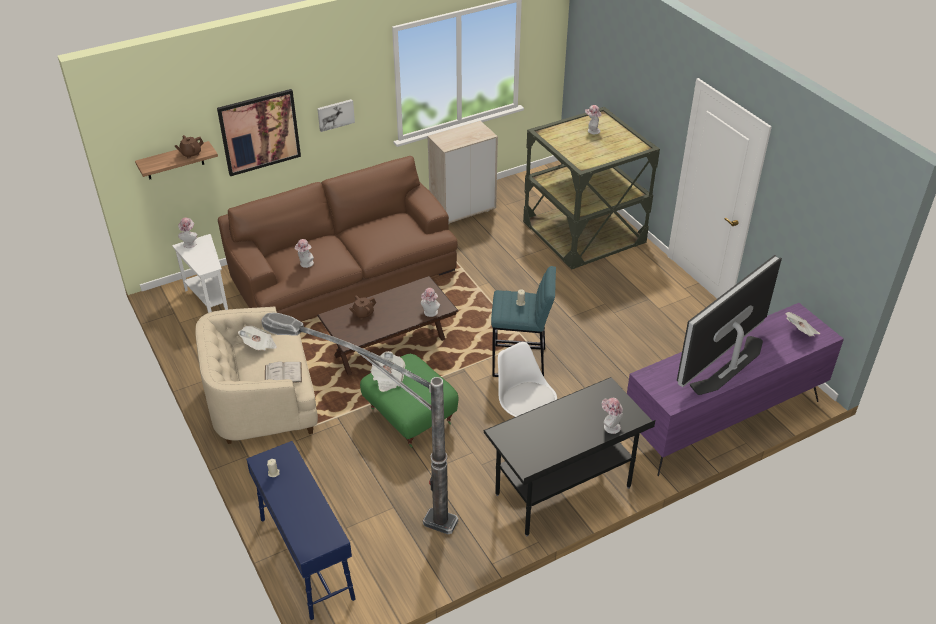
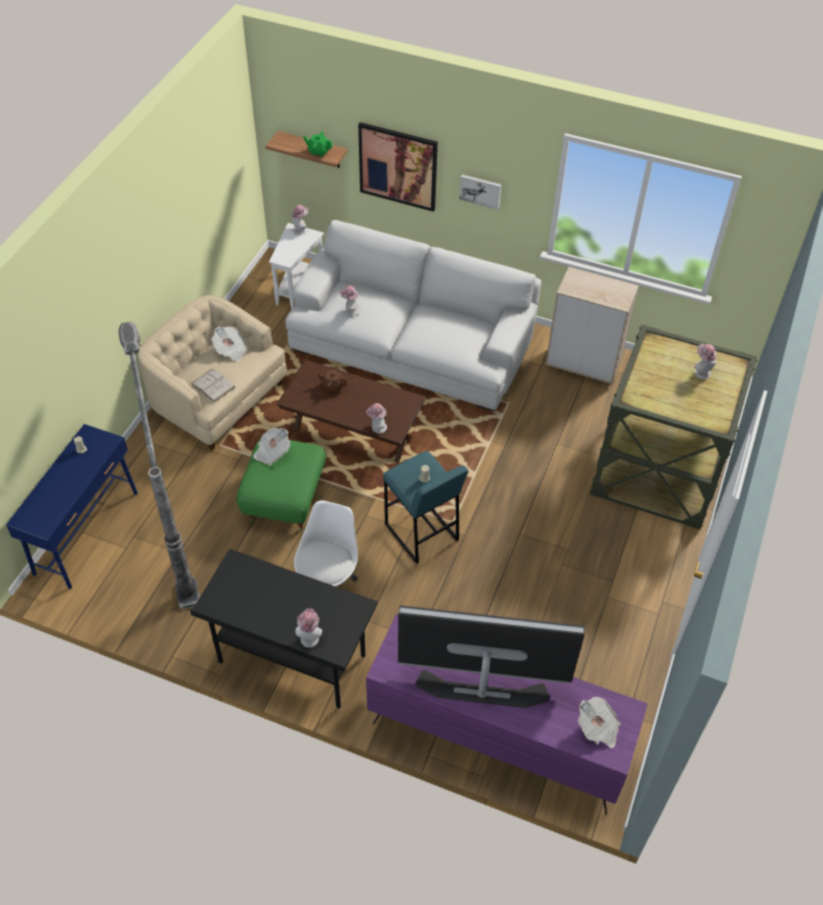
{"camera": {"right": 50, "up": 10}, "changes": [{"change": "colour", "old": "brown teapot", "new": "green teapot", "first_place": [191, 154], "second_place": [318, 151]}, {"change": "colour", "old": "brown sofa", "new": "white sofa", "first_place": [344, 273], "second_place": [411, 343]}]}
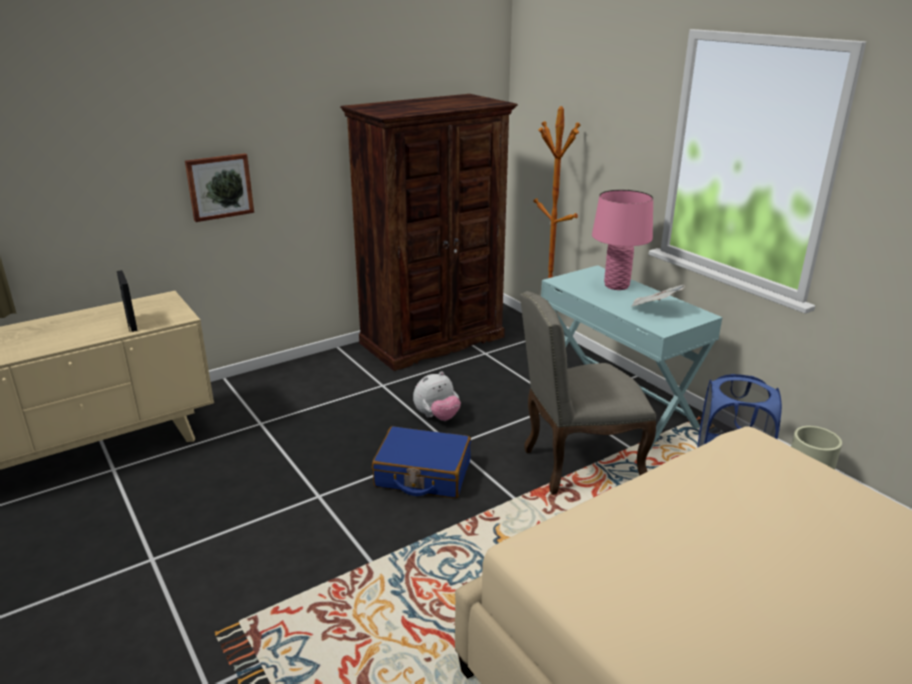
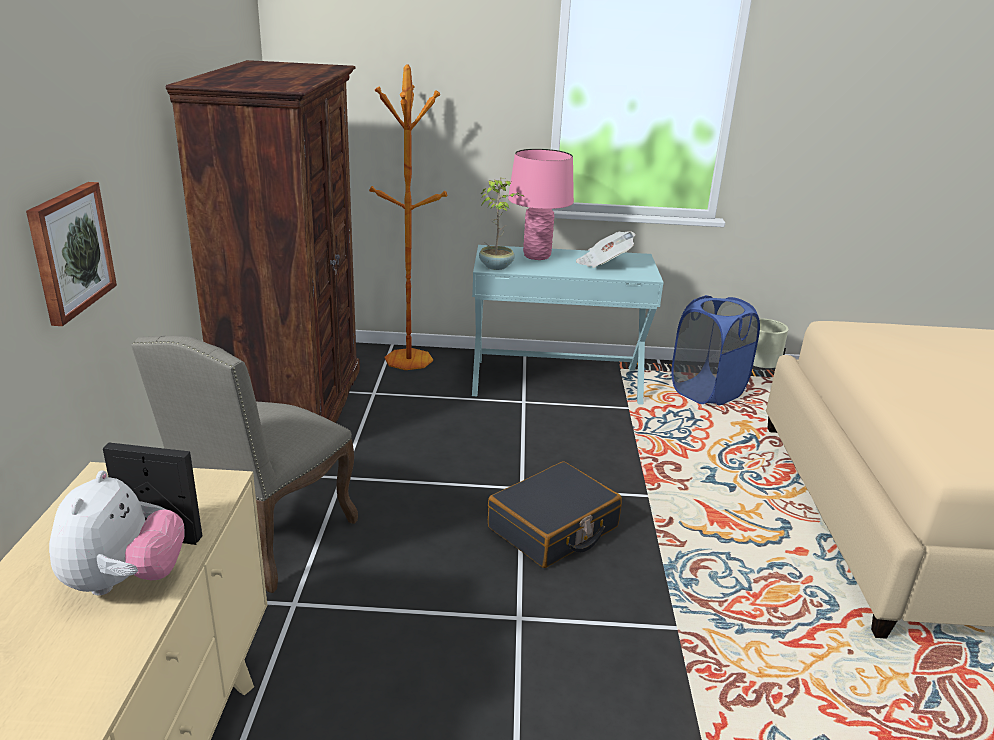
{"camera": {"right": -55, "up": 0}, "changes": [{"change": "colour", "old": "blue suitcase", "new": "black suitcase", "first_place": [422, 474], "second_place": [553, 528]}, {"change": "relocated", "old": "plush toy", "first_place": [437, 417], "second_place": [124, 581]}, {"change": "relocated", "old": "grey chair", "first_place": [578, 465], "second_place": [264, 541]}, {"change": "appeared", "new": "potted plant", "second_place": [496, 266]}]}
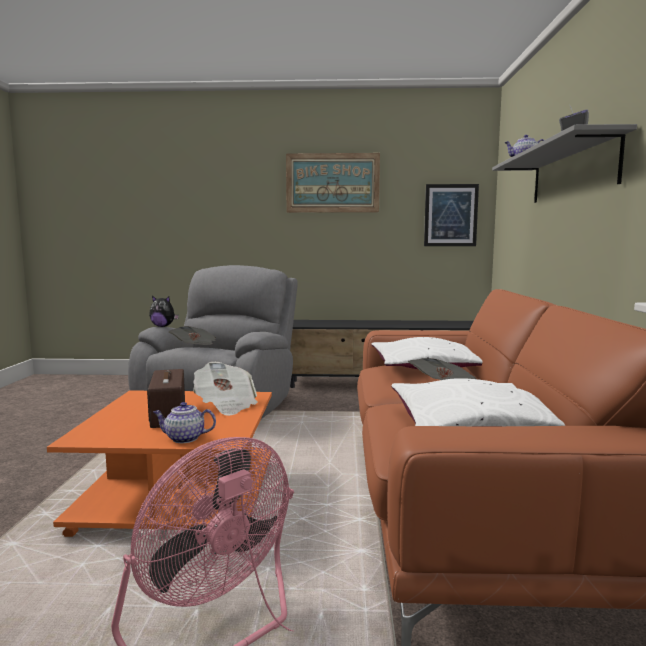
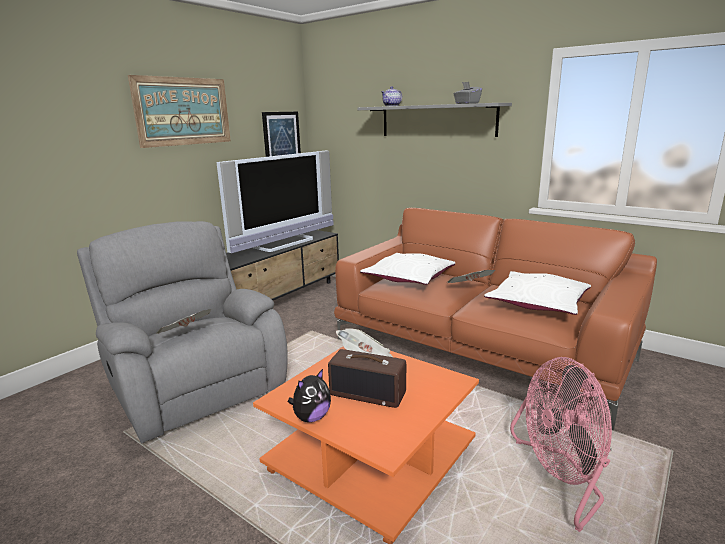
{"camera": {"right": -55, "up": 10}, "changes": [{"change": "relocated", "old": "plush toy", "first_place": [163, 326], "second_place": [311, 417]}, {"change": "missing", "old": "teapot", "first_place": [184, 438]}, {"change": "appeared", "new": "television", "second_place": [285, 243]}]}
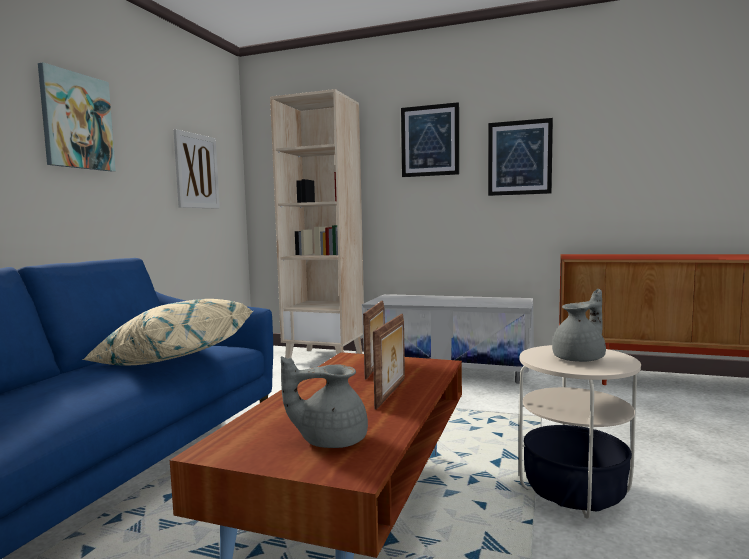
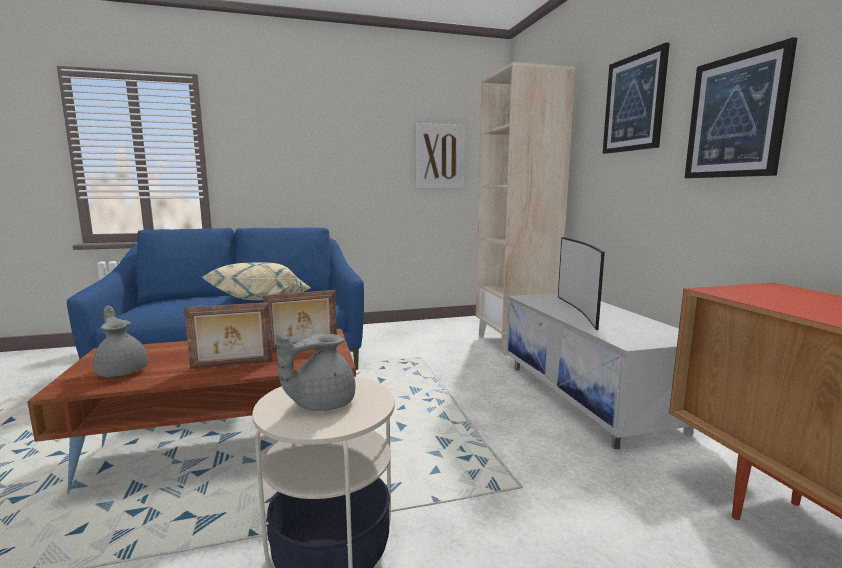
{"camera": {"right": 55, "up": 5}, "changes": [{"change": "missing", "old": "picture", "first_place": [77, 121]}, {"change": "spun", "old": "grey teapot", "first_place": [580, 359], "second_place": [321, 404], "degrees": 120}, {"change": "appeared", "new": "television", "second_place": [580, 311]}]}
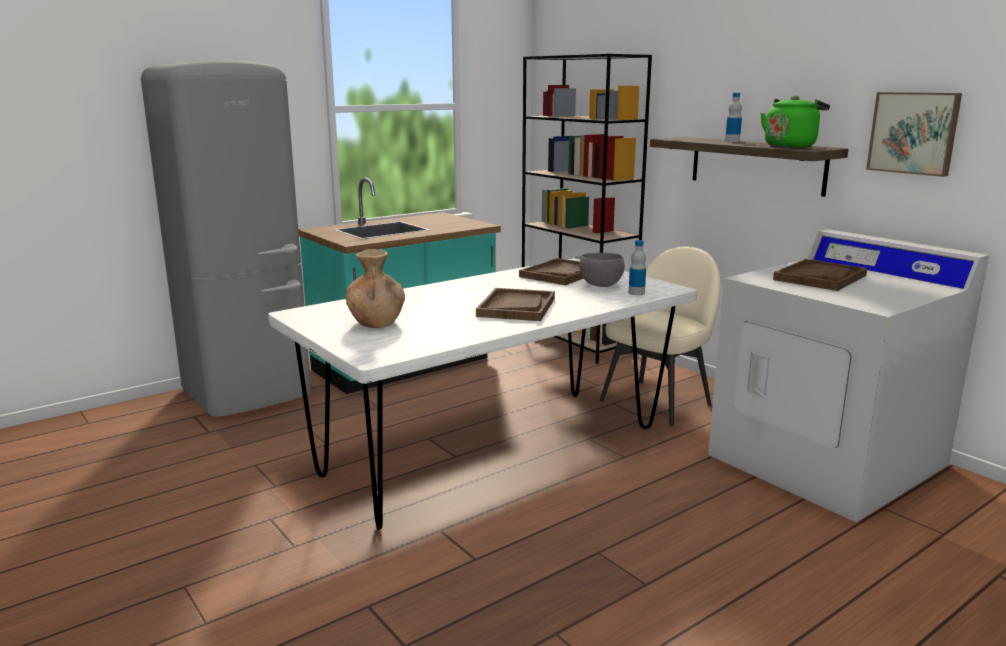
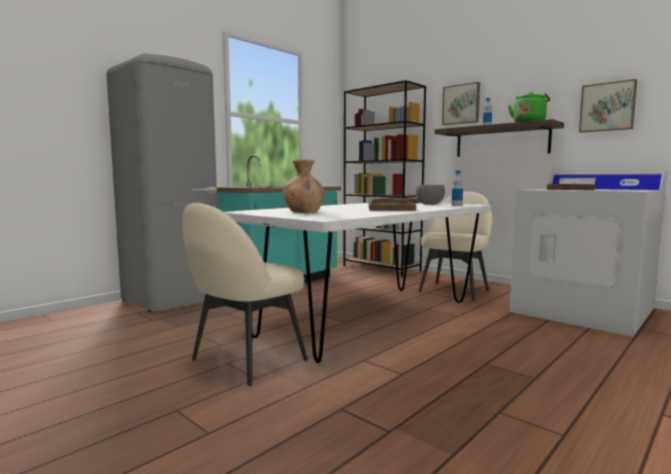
{"camera": {"right": -10, "up": -10}, "changes": [{"change": "appeared", "new": "beige chair", "second_place": [246, 360]}, {"change": "appeared", "new": "picture", "second_place": [461, 104]}]}
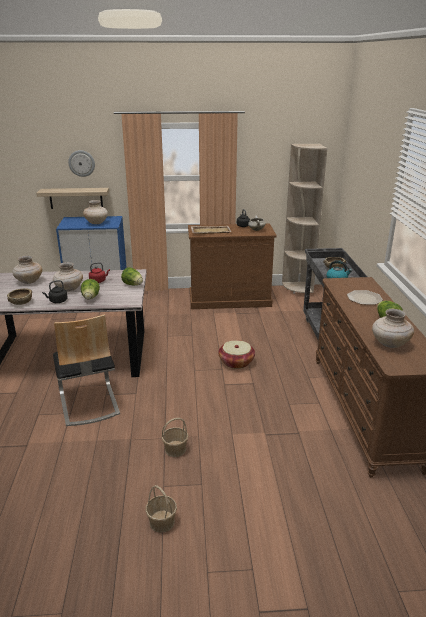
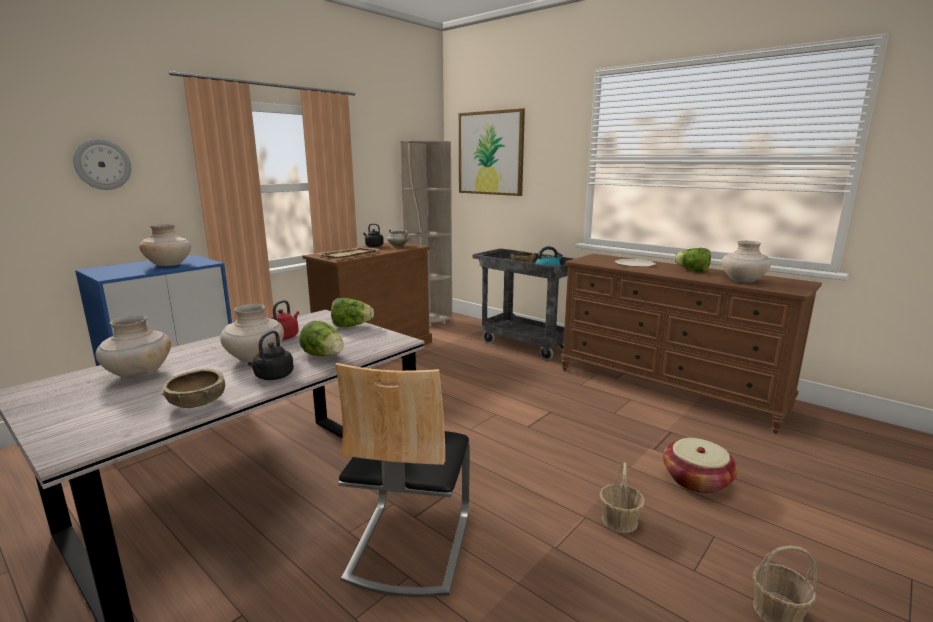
{"camera": {"right": -45, "up": -10}, "changes": [{"change": "missing", "old": "shelf", "first_place": [76, 198]}, {"change": "spun", "old": "chair", "first_place": [88, 403], "second_place": [409, 544], "degrees": 75}, {"change": "relocated", "old": "basket", "first_place": [236, 362], "second_place": [696, 480]}, {"change": "appeared", "new": "picture", "second_place": [490, 153]}]}
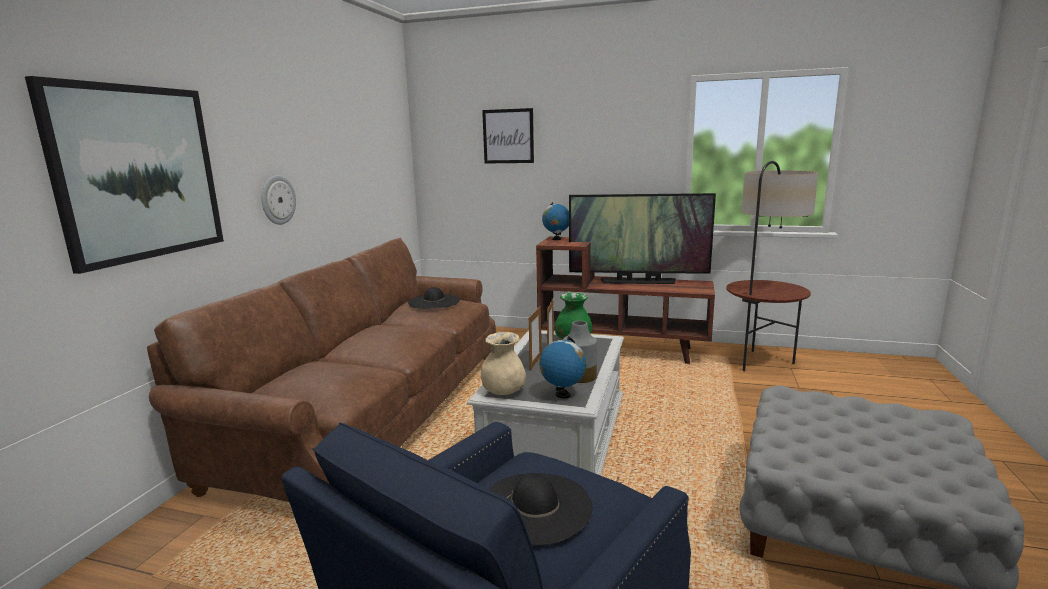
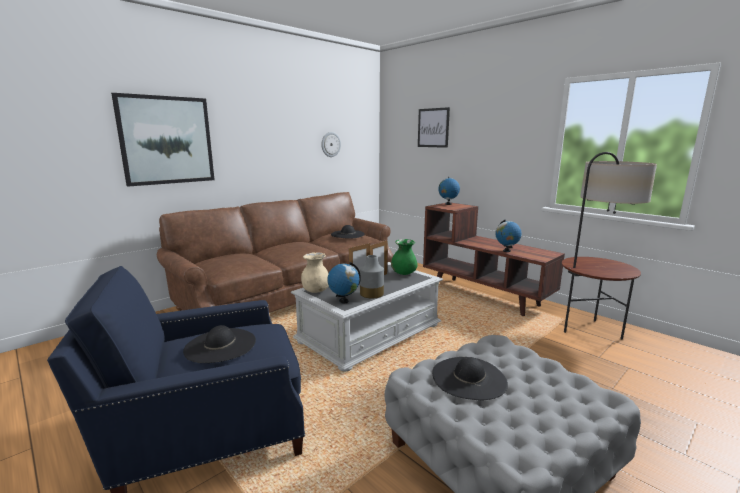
{"camera": {"right": 30, "up": 0}, "changes": [{"change": "relocated", "old": "wall clock", "first_place": [277, 200], "second_place": [330, 144]}, {"change": "missing", "old": "television", "first_place": [638, 281]}, {"change": "appeared", "new": "black hat", "second_place": [468, 377]}, {"change": "appeared", "new": "globe", "second_place": [506, 251]}]}
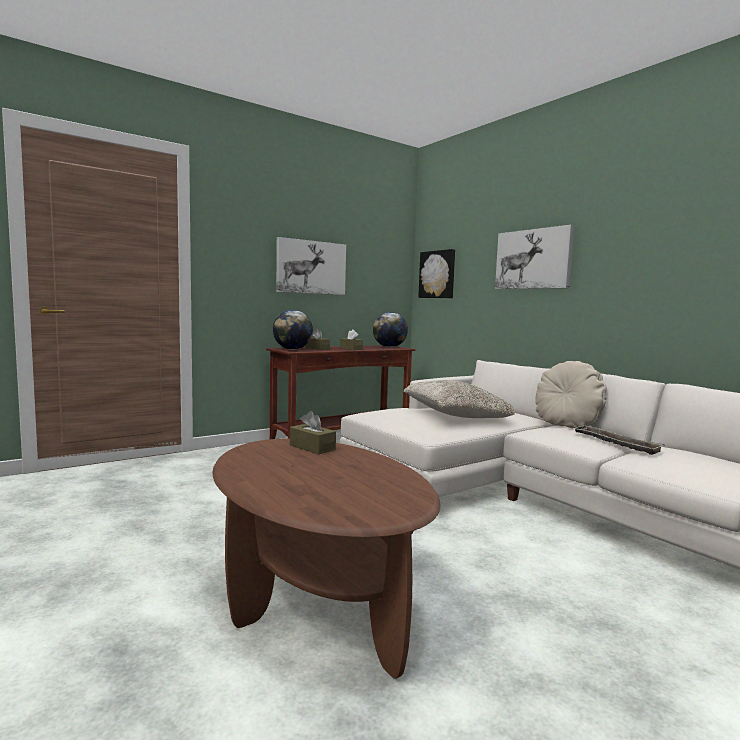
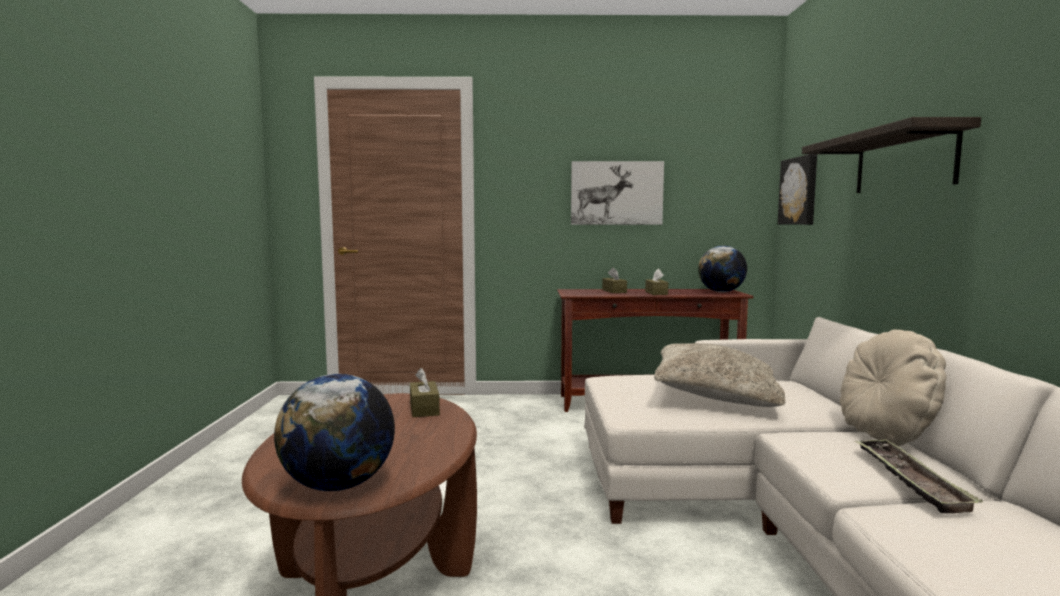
{"camera": {"right": 35, "up": 0}, "changes": [{"change": "relocated", "old": "globe", "first_place": [292, 349], "second_place": [338, 485]}, {"change": "exchanged", "old": "picture", "new": "shelf", "first_place": [533, 259], "second_place": [903, 161]}]}
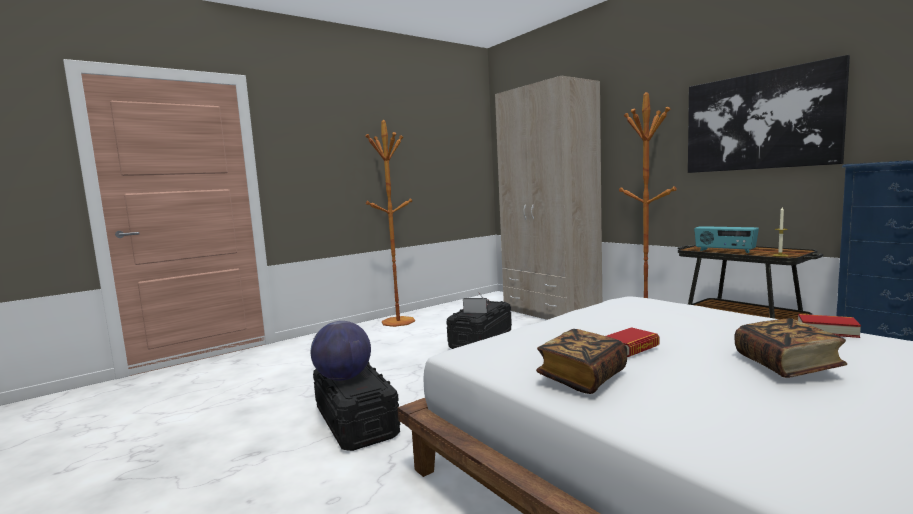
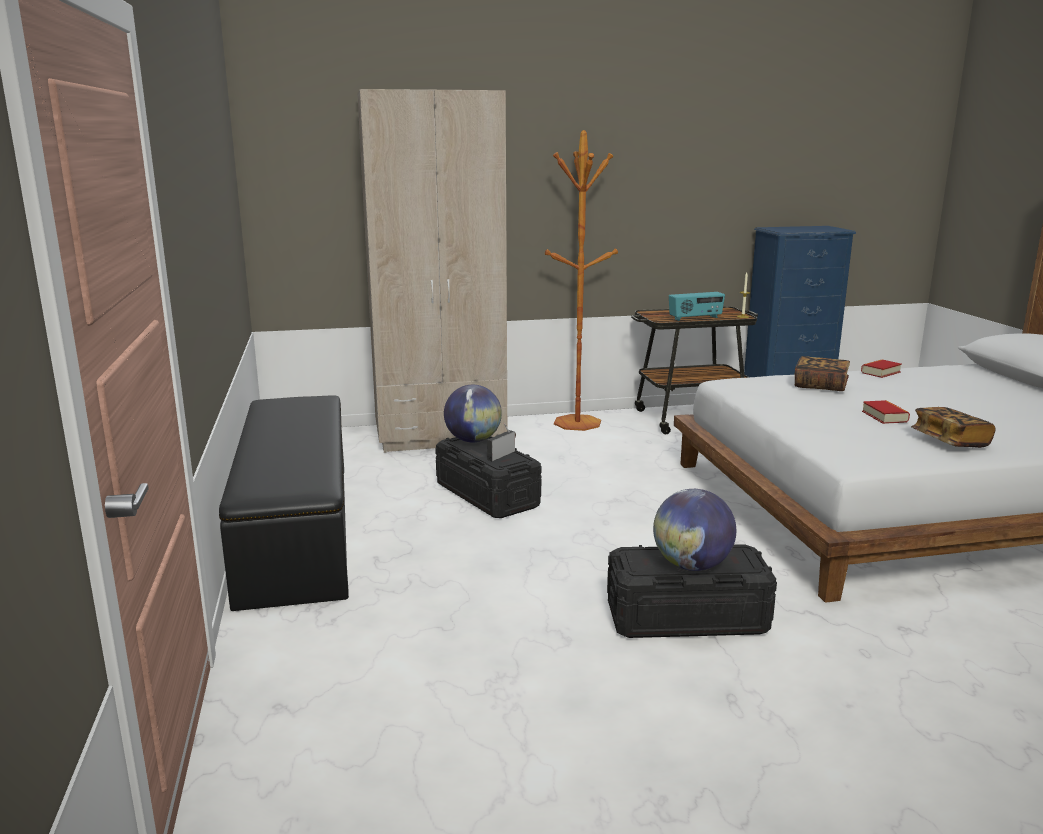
{"camera": {"right": -65, "up": 10}, "changes": [{"change": "exchanged", "old": "orange clothes rack", "new": "black bench", "first_place": [398, 321], "second_place": [296, 527]}, {"change": "missing", "old": "picture", "first_place": [759, 121]}, {"change": "relocated", "old": "book", "first_place": [786, 365], "second_place": [820, 385]}, {"change": "appeared", "new": "globe", "second_place": [473, 440]}]}
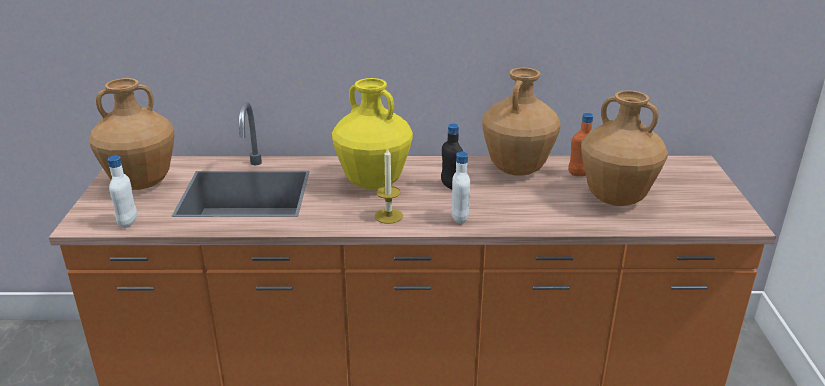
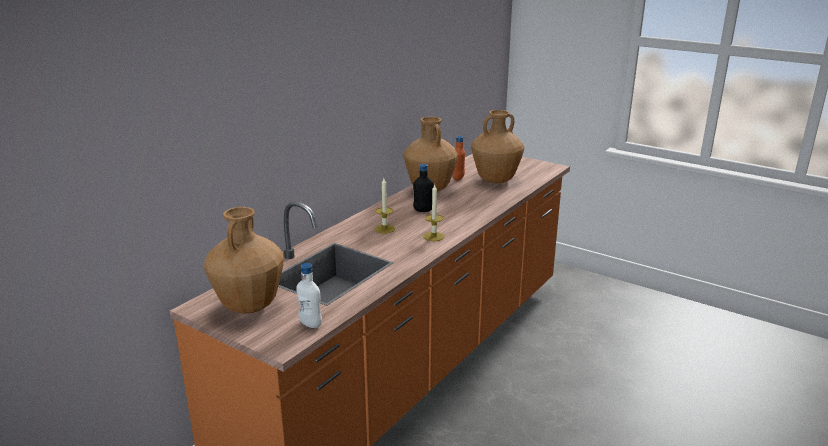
{"camera": {"right": -55, "up": -5}, "changes": [{"change": "exchanged", "old": "yellow vase", "new": "candle", "first_place": [373, 183], "second_place": [384, 229]}, {"change": "missing", "old": "white bottle", "first_place": [459, 218]}]}
